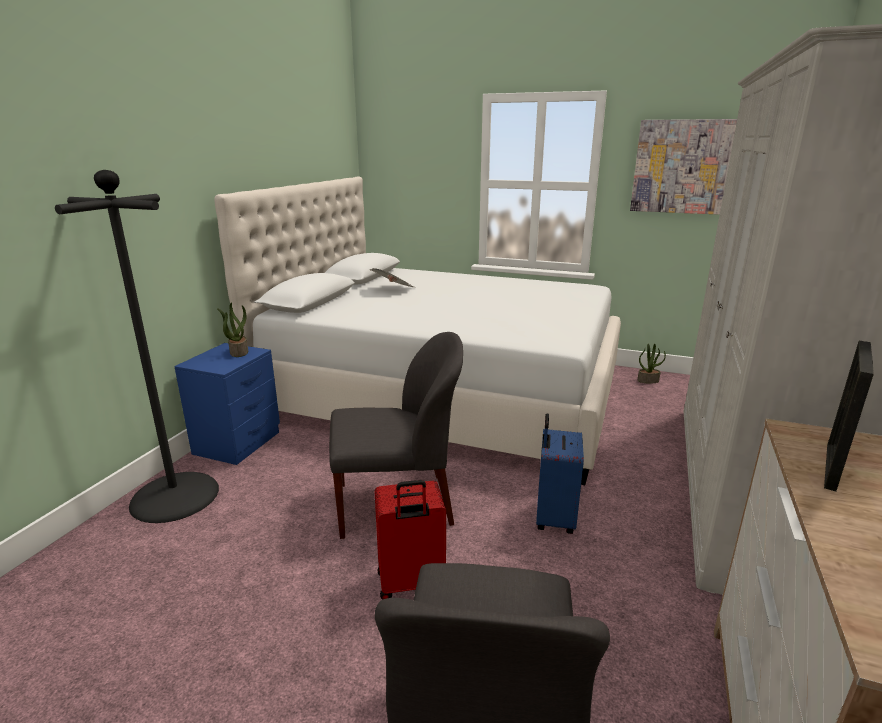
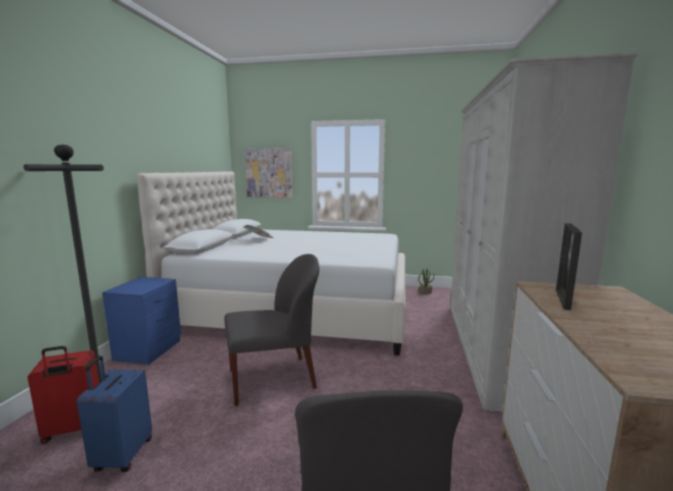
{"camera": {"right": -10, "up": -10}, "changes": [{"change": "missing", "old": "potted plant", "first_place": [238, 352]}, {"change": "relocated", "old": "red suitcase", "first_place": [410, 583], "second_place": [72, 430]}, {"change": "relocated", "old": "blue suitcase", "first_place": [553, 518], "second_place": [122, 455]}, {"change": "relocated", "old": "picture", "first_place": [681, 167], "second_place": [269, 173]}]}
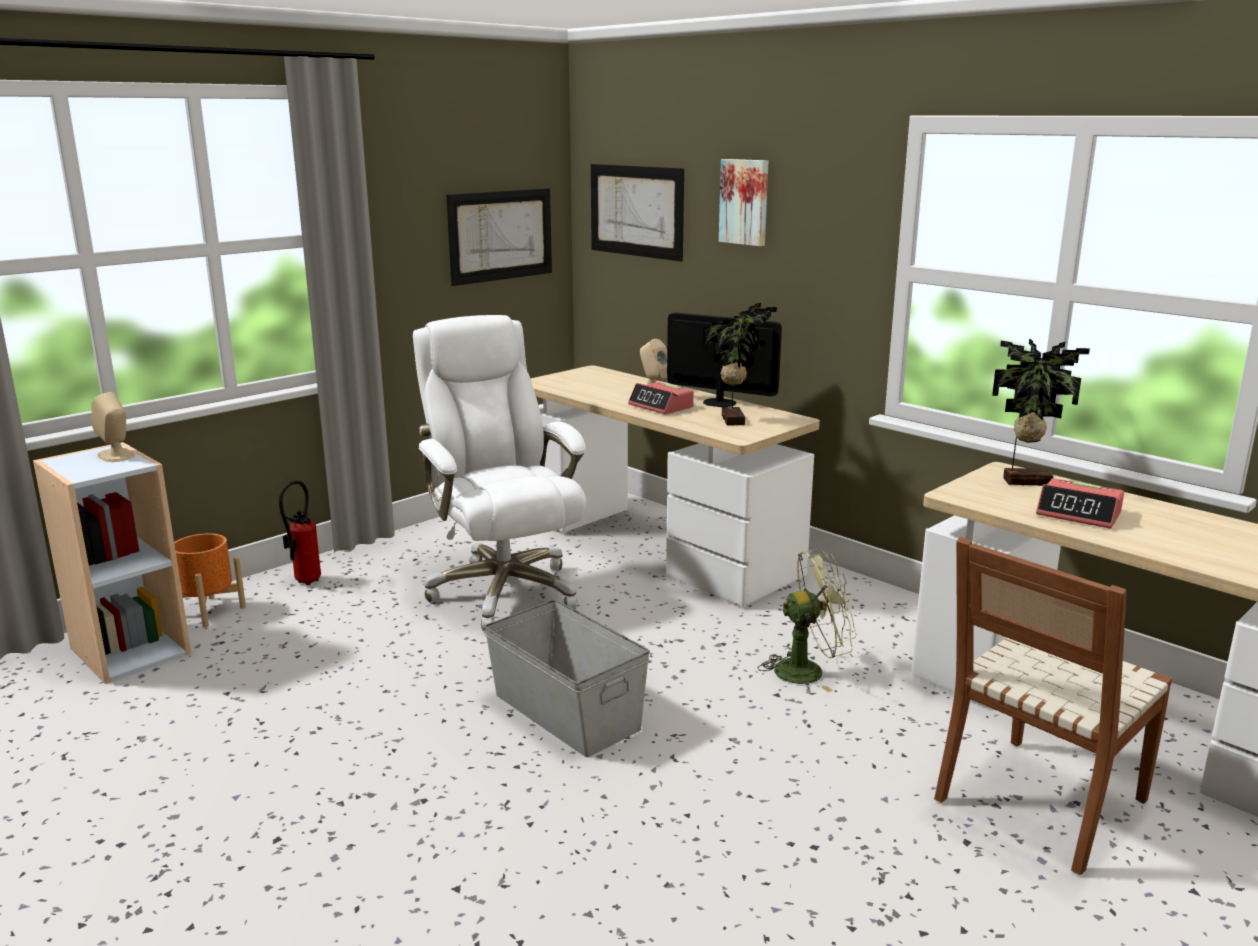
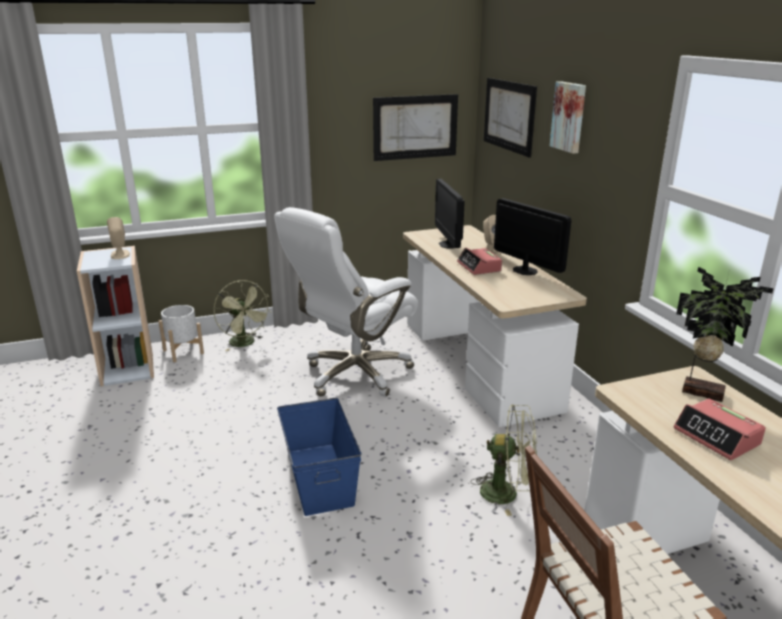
{"camera": {"right": 25, "up": 5}, "changes": [{"change": "colour", "old": "orange planter", "new": "white planter", "first_place": [208, 611], "second_place": [183, 352]}, {"change": "exchanged", "old": "fire extinguisher", "new": "green fan", "first_place": [303, 582], "second_place": [245, 343]}, {"change": "spun", "old": "white office chair", "first_place": [504, 590], "second_place": [353, 375], "degrees": -135}, {"change": "colour", "old": "grey storage box", "new": "blue storage box", "first_place": [566, 711], "second_place": [320, 477]}, {"change": "missing", "old": "potted plant", "first_place": [735, 420]}, {"change": "appeared", "new": "monitor", "second_place": [449, 244]}]}
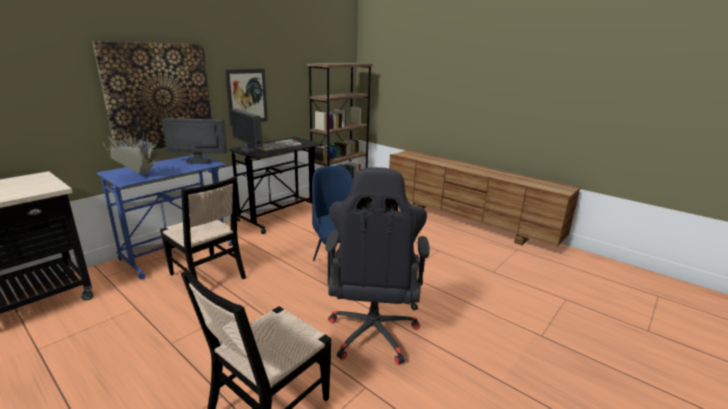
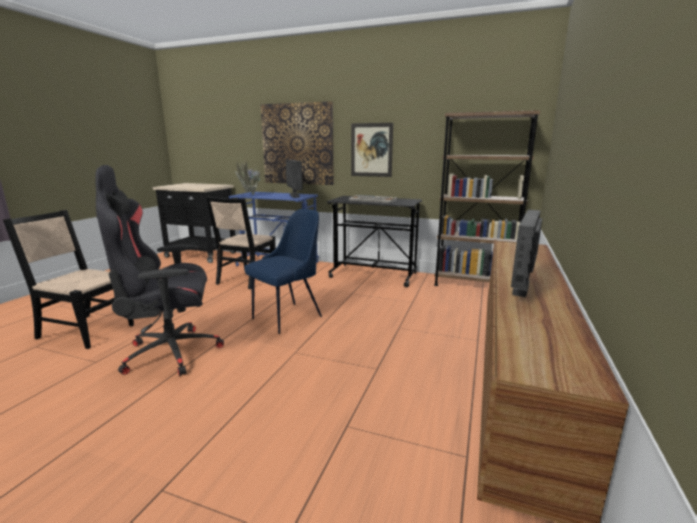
{"camera": {"right": 70, "up": -5}, "changes": [{"change": "relocated", "old": "monitor", "first_place": [248, 151], "second_place": [522, 290]}]}
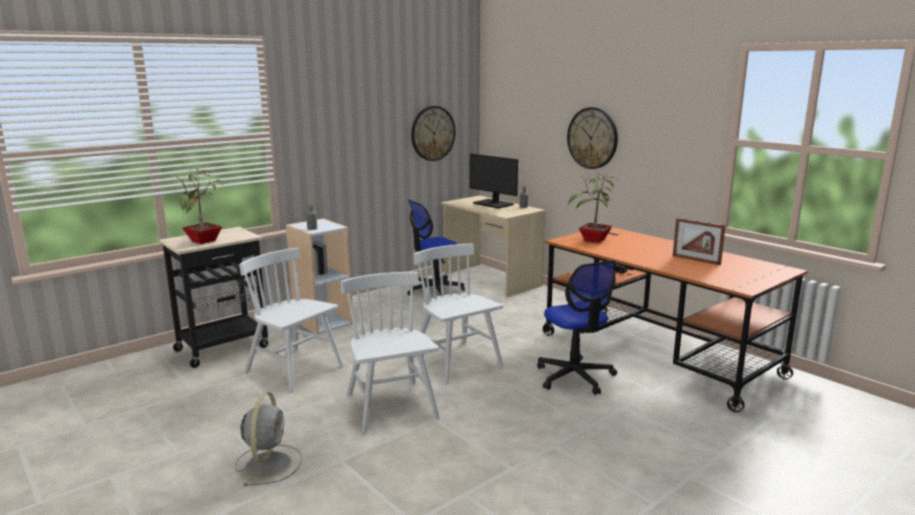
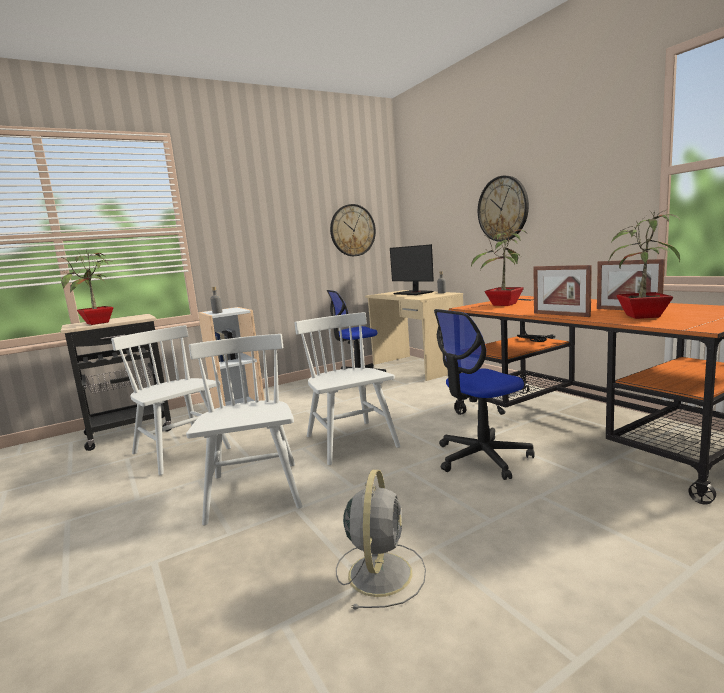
{"camera": {"right": 10, "up": -5}, "changes": [{"change": "relocated", "old": "grey fan", "first_place": [268, 463], "second_place": [380, 572]}, {"change": "spun", "old": "office chair", "first_place": [575, 377], "second_place": [482, 457], "degrees": 75}, {"change": "appeared", "new": "picture frame", "second_place": [560, 315]}, {"change": "appeared", "new": "potted plant", "second_place": [640, 316]}]}
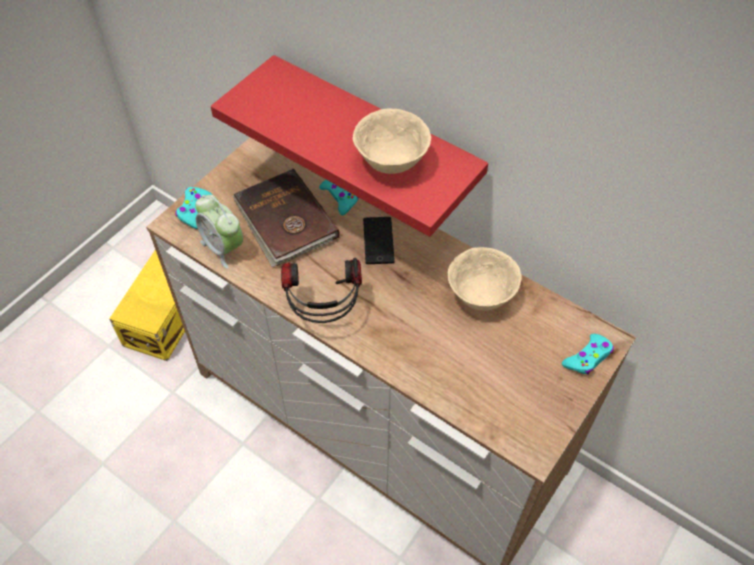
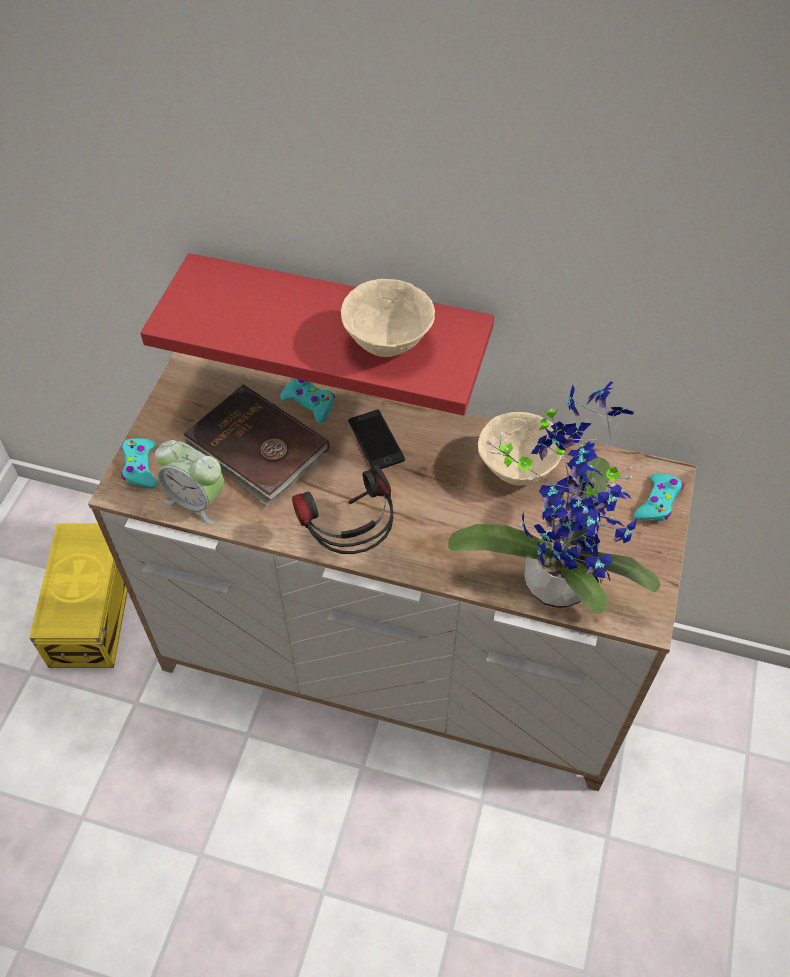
{"camera": {"right": -20, "up": 0}, "changes": [{"change": "appeared", "new": "potted plant", "second_place": [555, 575]}]}
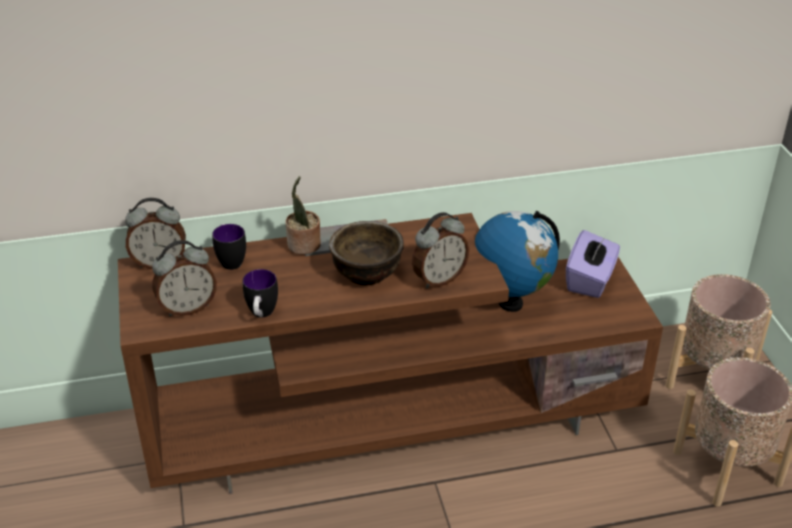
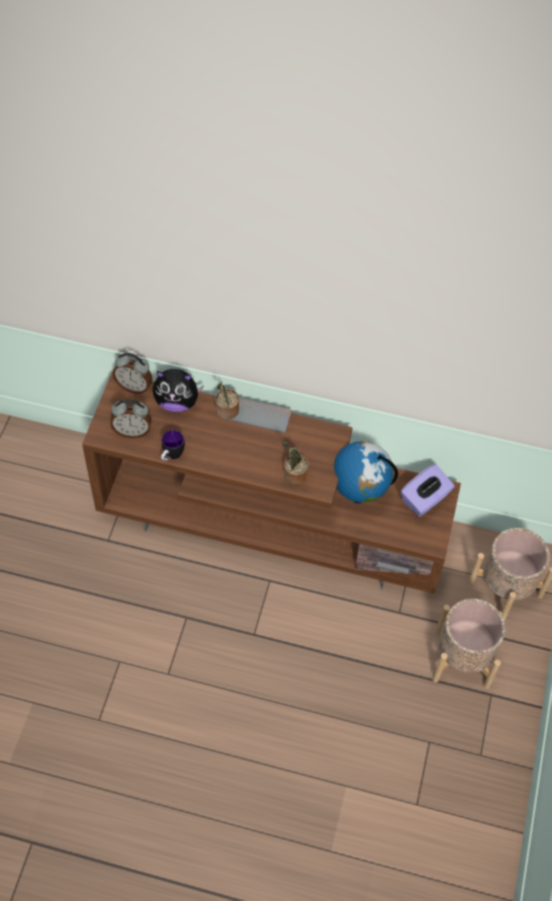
{"camera": {"right": 25, "up": 20}, "changes": [{"change": "exchanged", "old": "mug", "new": "plush toy", "first_place": [230, 260], "second_place": [177, 402]}, {"change": "missing", "old": "brown bowl", "first_place": [367, 272]}, {"change": "exchanged", "old": "alarm clock", "new": "potted plant", "first_place": [438, 279], "second_place": [293, 475]}]}
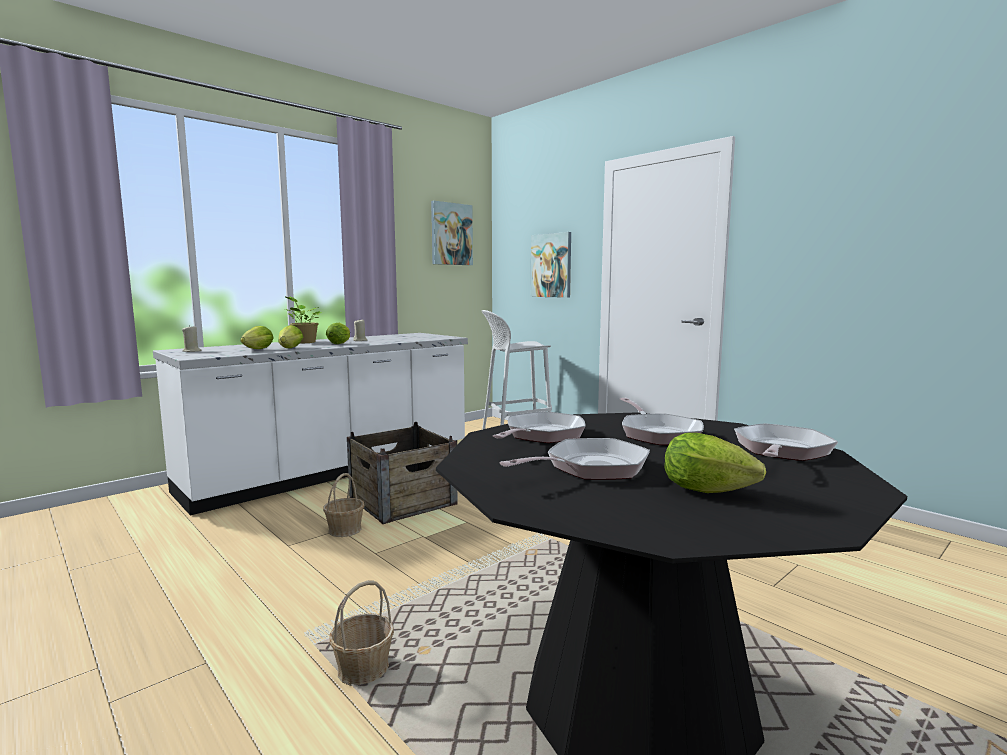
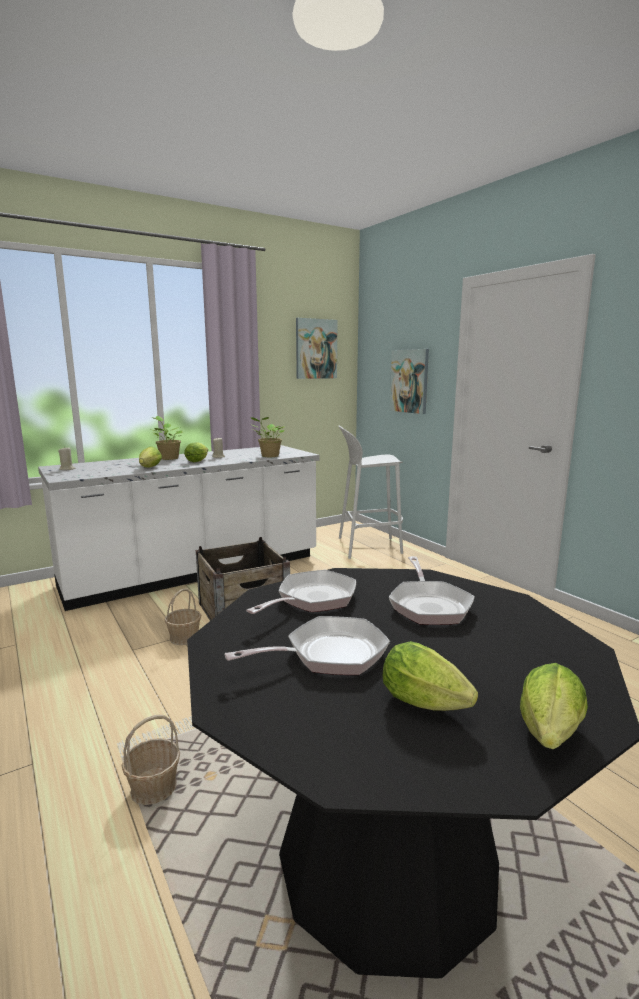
{"camera": {"right": 10, "up": 5}, "changes": [{"change": "relocated", "old": "lettuce", "first_place": [256, 349], "second_place": [549, 736]}, {"change": "missing", "old": "frying pan", "first_place": [781, 451]}, {"change": "appeared", "new": "potted plant", "second_place": [269, 456]}]}
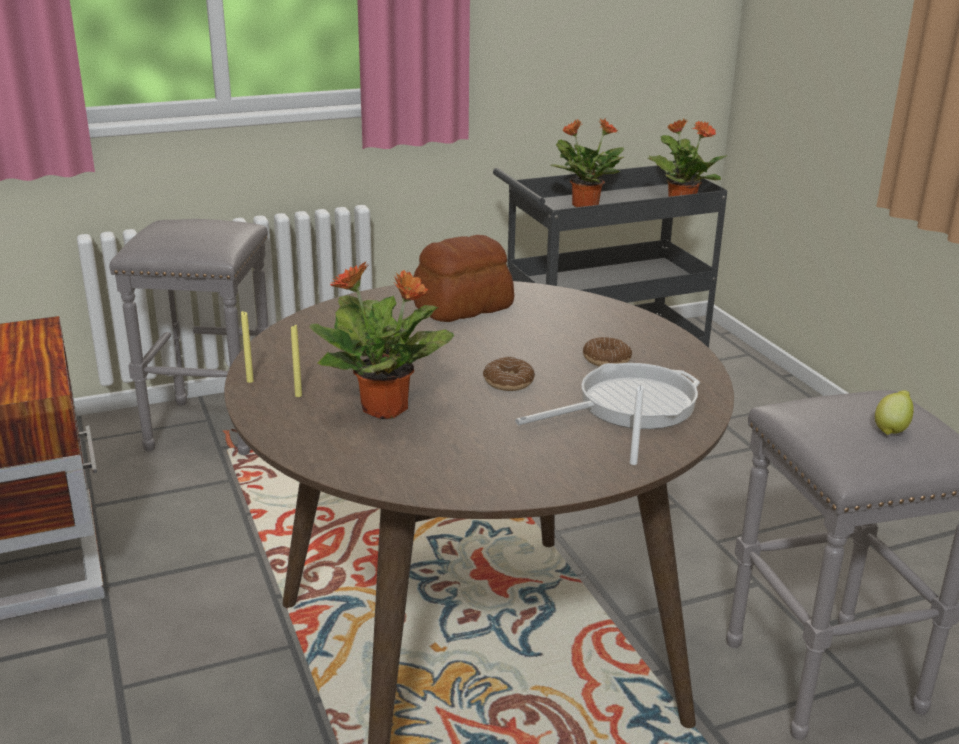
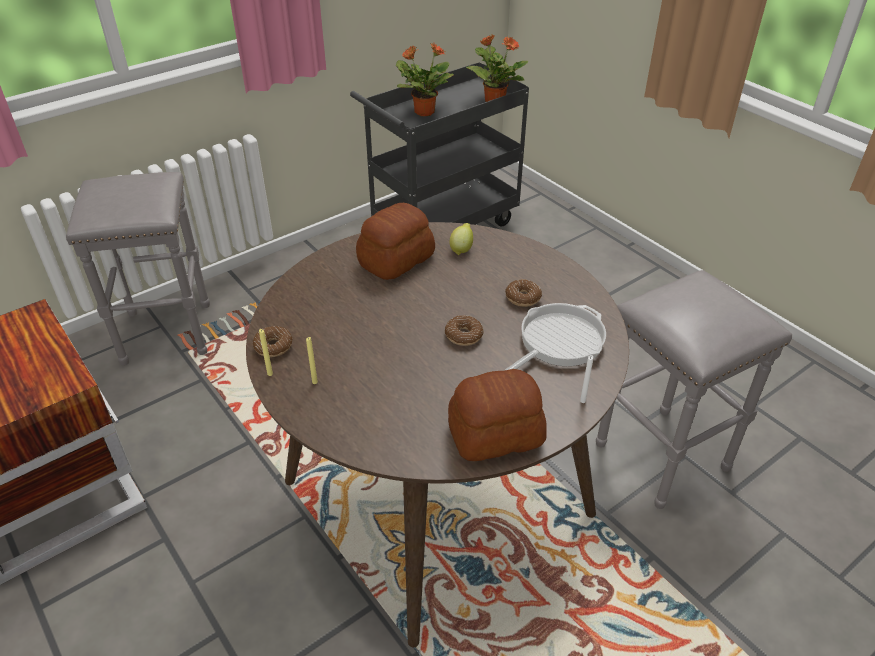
{"camera": {"right": -15, "up": 15}, "changes": [{"change": "missing", "old": "potted plant", "first_place": [386, 409]}, {"change": "relocated", "old": "lemon", "first_place": [891, 429], "second_place": [461, 249]}, {"change": "appeared", "new": "donut", "second_place": [273, 346]}, {"change": "appeared", "new": "bread", "second_place": [494, 433]}]}
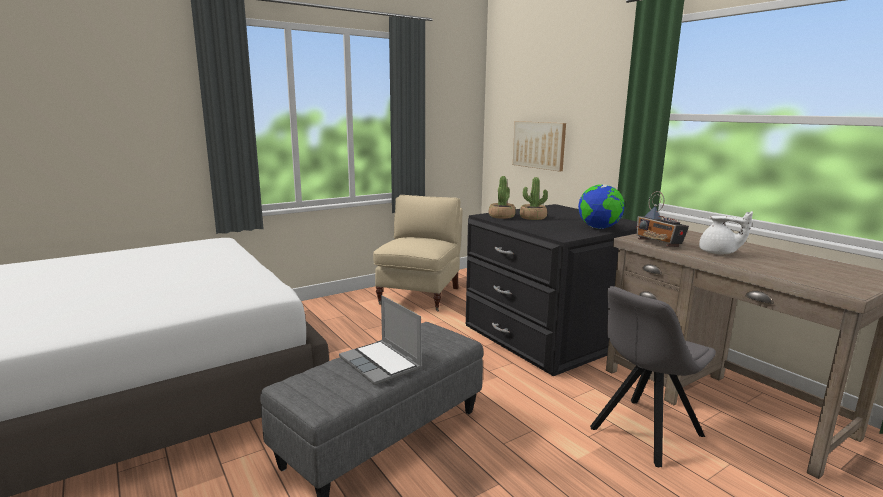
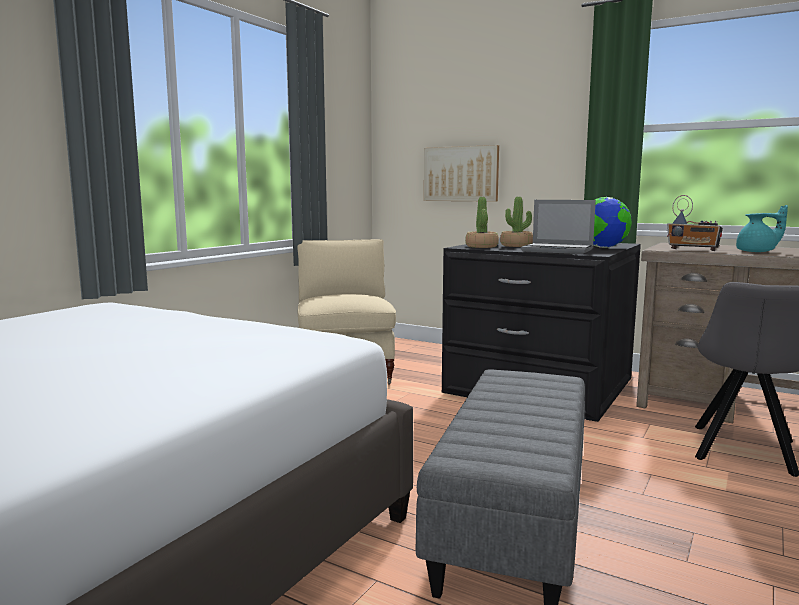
{"camera": {"right": -25, "up": -5}, "changes": [{"change": "relocated", "old": "laptop", "first_place": [381, 363], "second_place": [558, 250]}, {"change": "colour", "old": "white teapot", "new": "turquoise teapot", "first_place": [718, 253], "second_place": [757, 252]}]}
